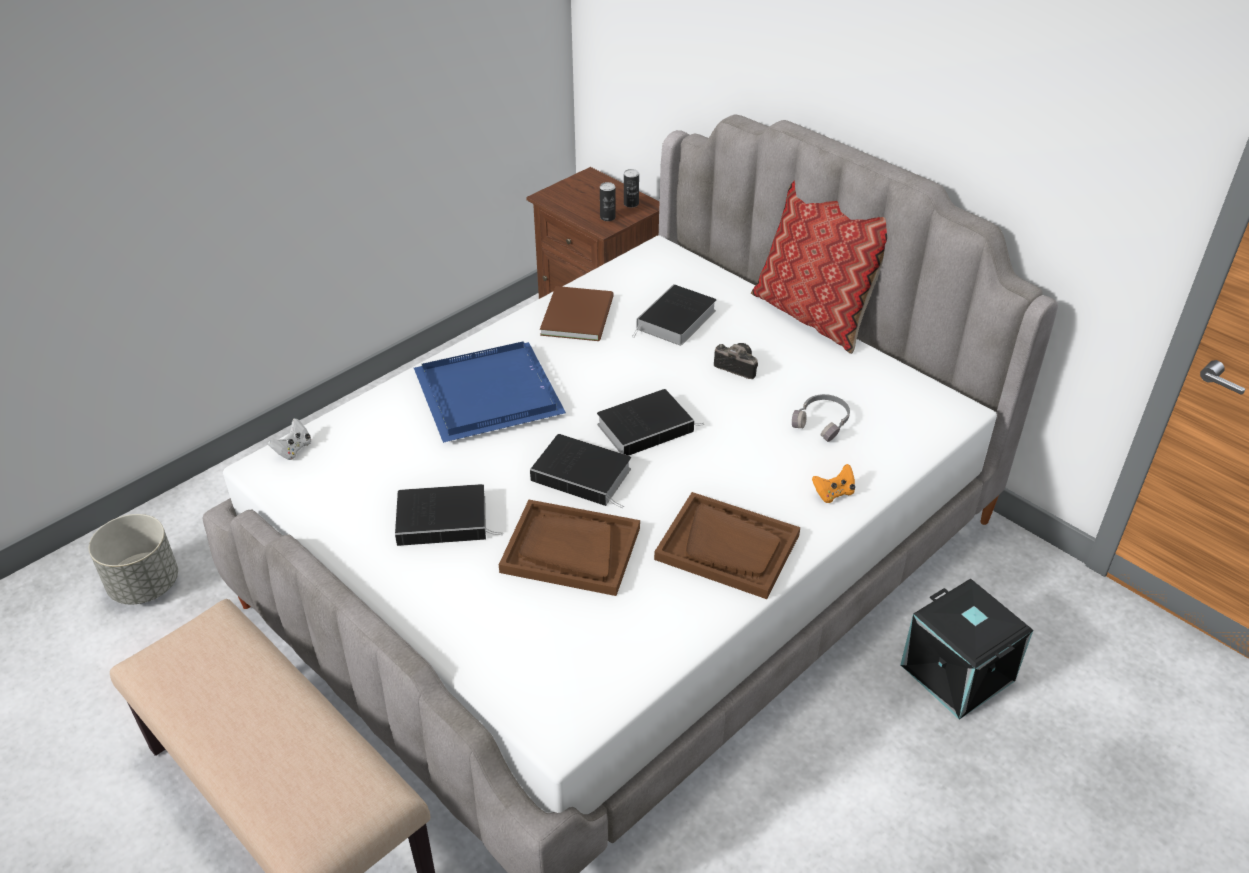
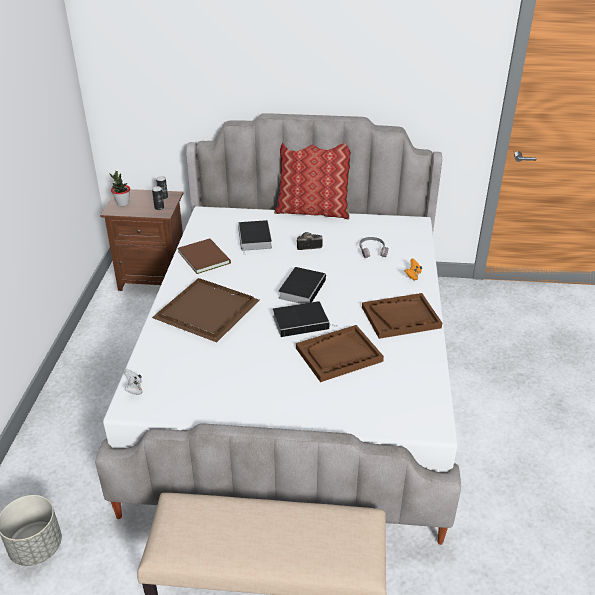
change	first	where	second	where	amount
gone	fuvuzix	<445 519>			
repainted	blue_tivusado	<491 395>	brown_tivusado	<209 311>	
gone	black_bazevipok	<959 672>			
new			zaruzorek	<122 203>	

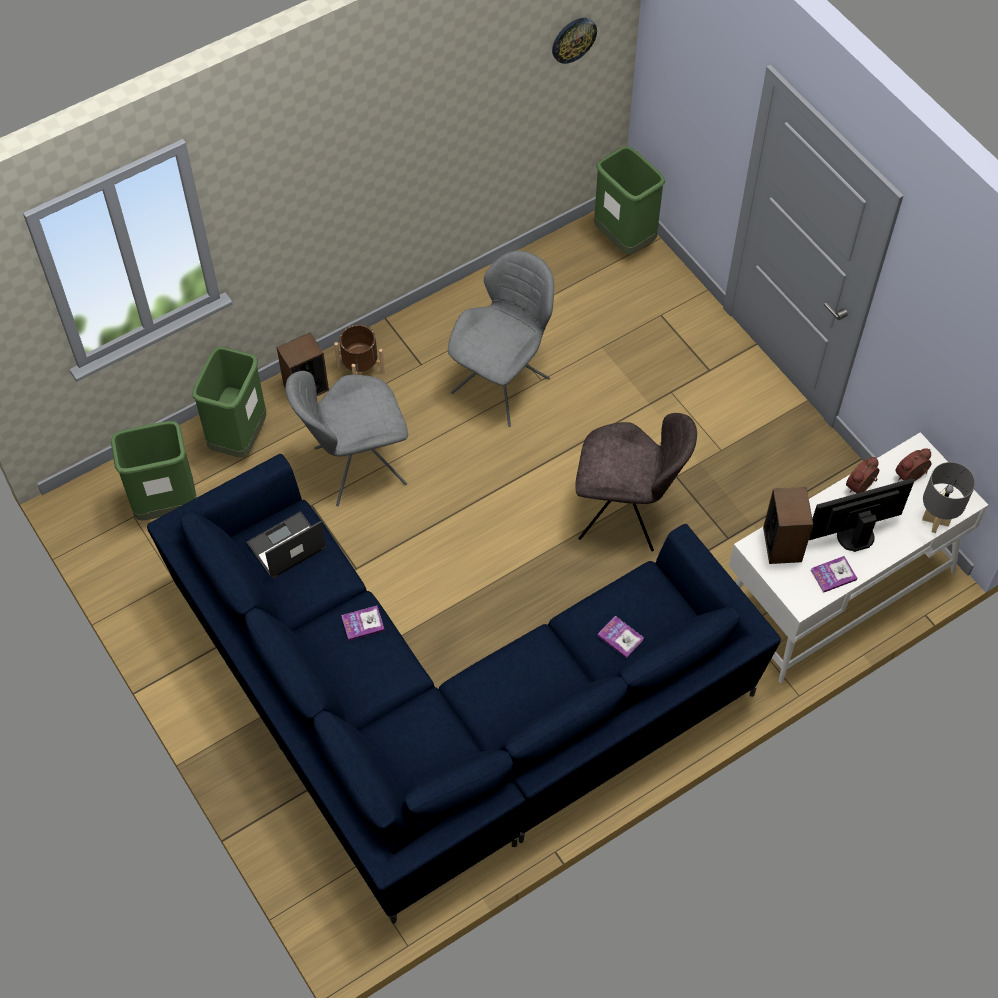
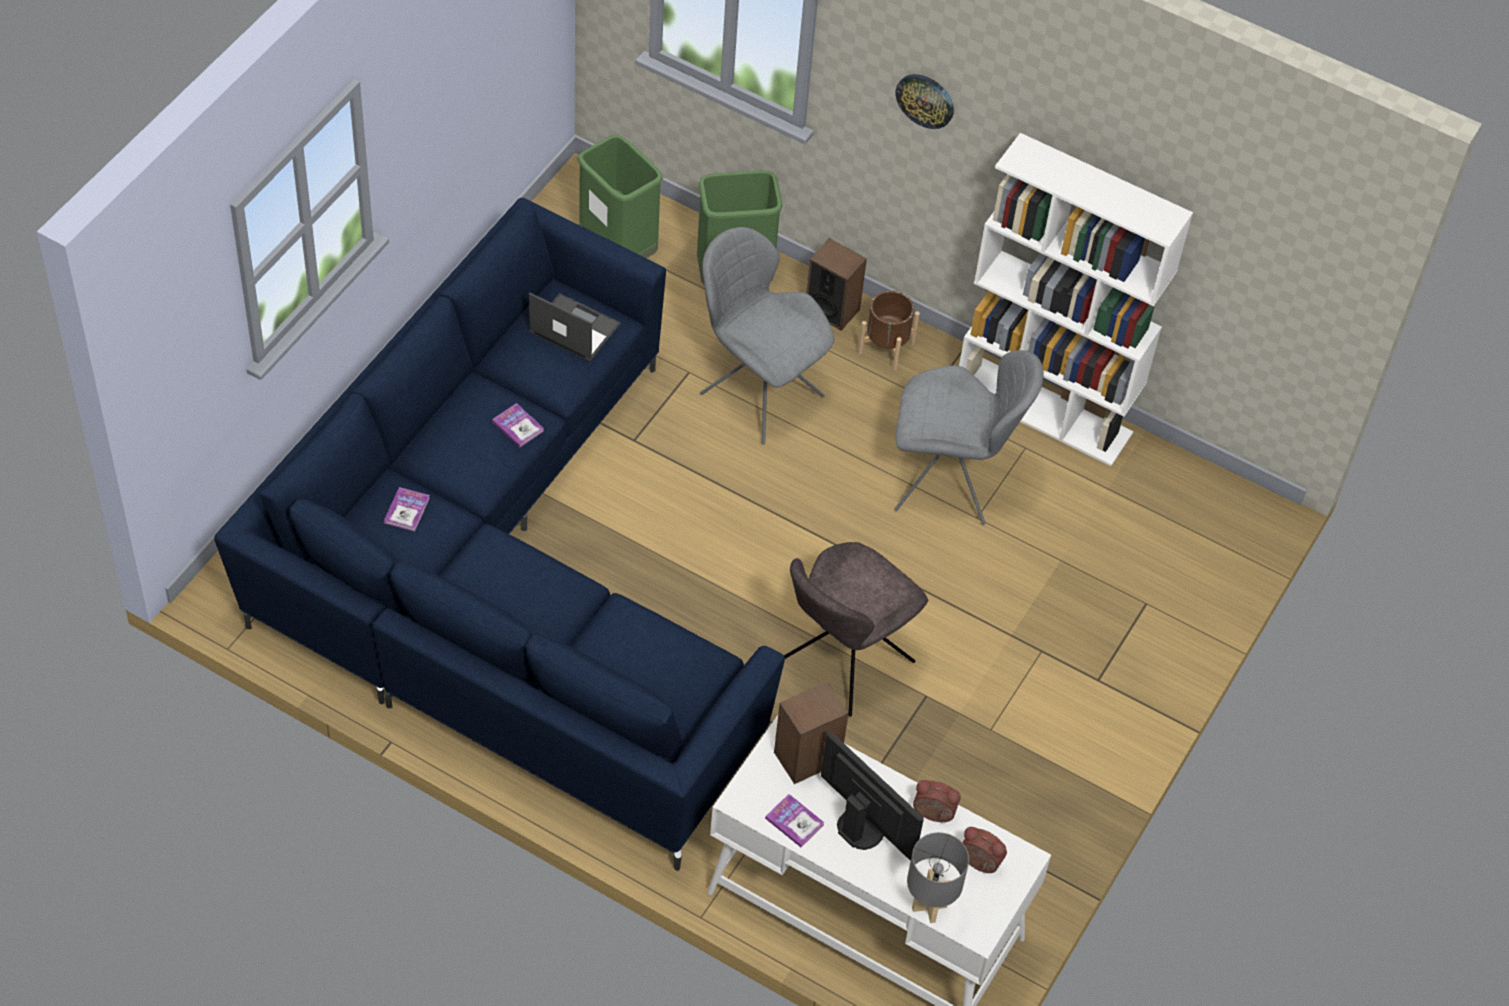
change	first	where	second	where	amount
shifted	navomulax	<573 39>		<925 100>	
rotated	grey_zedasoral	<625 514>		<844 663>	60 degrees clockwise
gone	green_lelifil	<624 239>			
shifted	fuvuzix	<620 637>		<407 510>	
new			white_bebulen	<1044 411>	

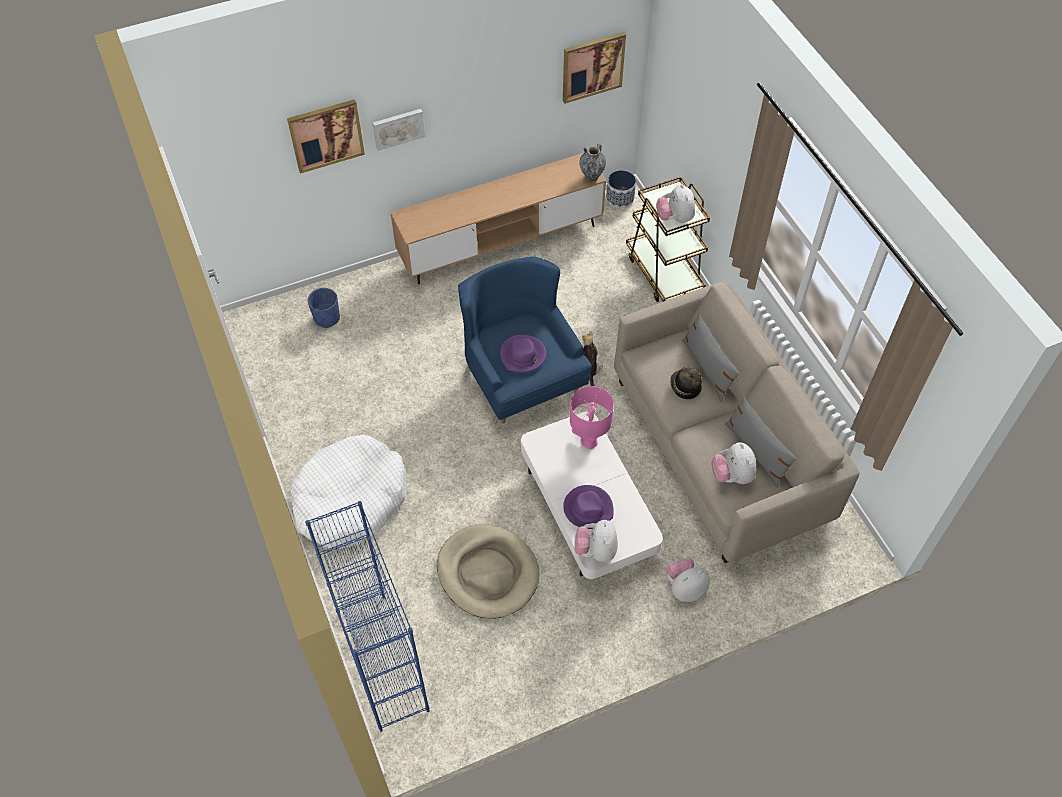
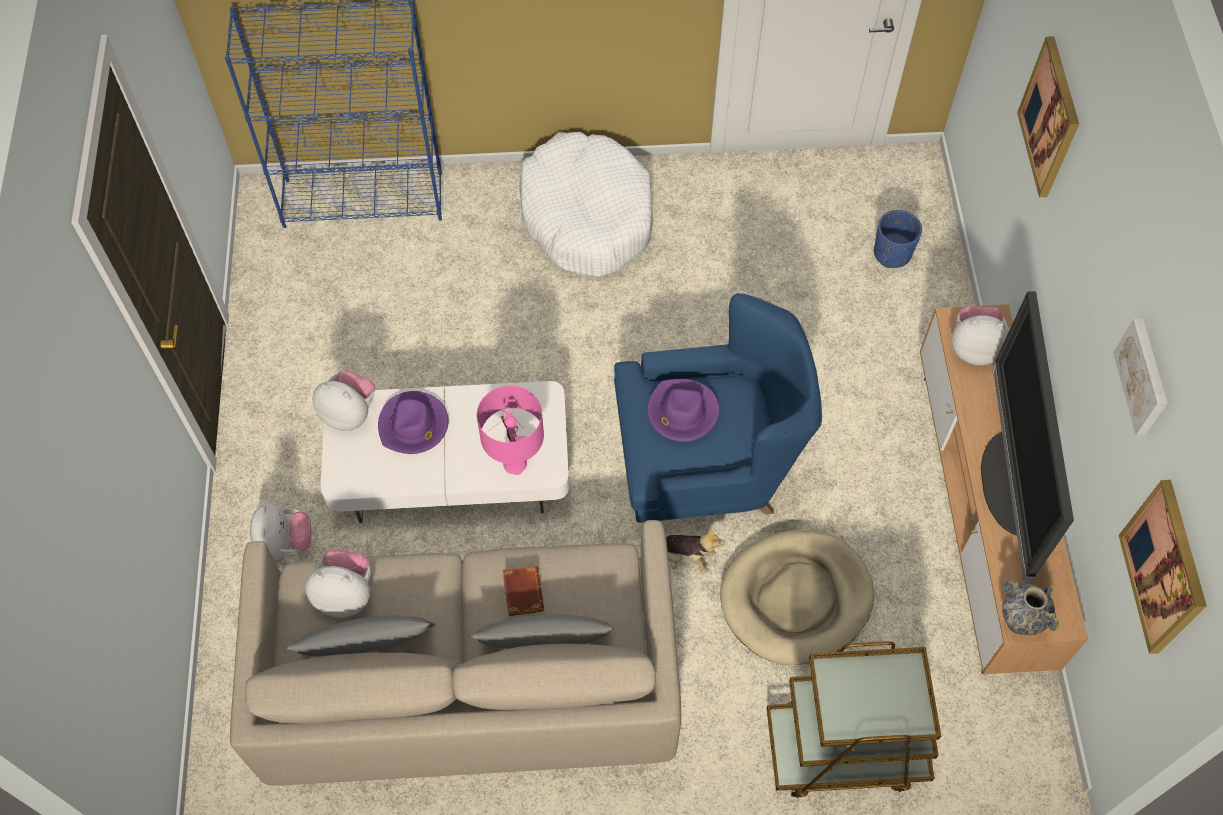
change	first	where	second	where	amount
shifted	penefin	<398 128>		<1144 376>	
shifted	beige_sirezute	<488 573>		<796 599>	
gone	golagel	<620 198>			
shifted	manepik	<675 218>		<974 348>	
swapped	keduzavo	<684 387>	brown_fuvuzix	<521 591>	
new			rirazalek	<1009 483>	

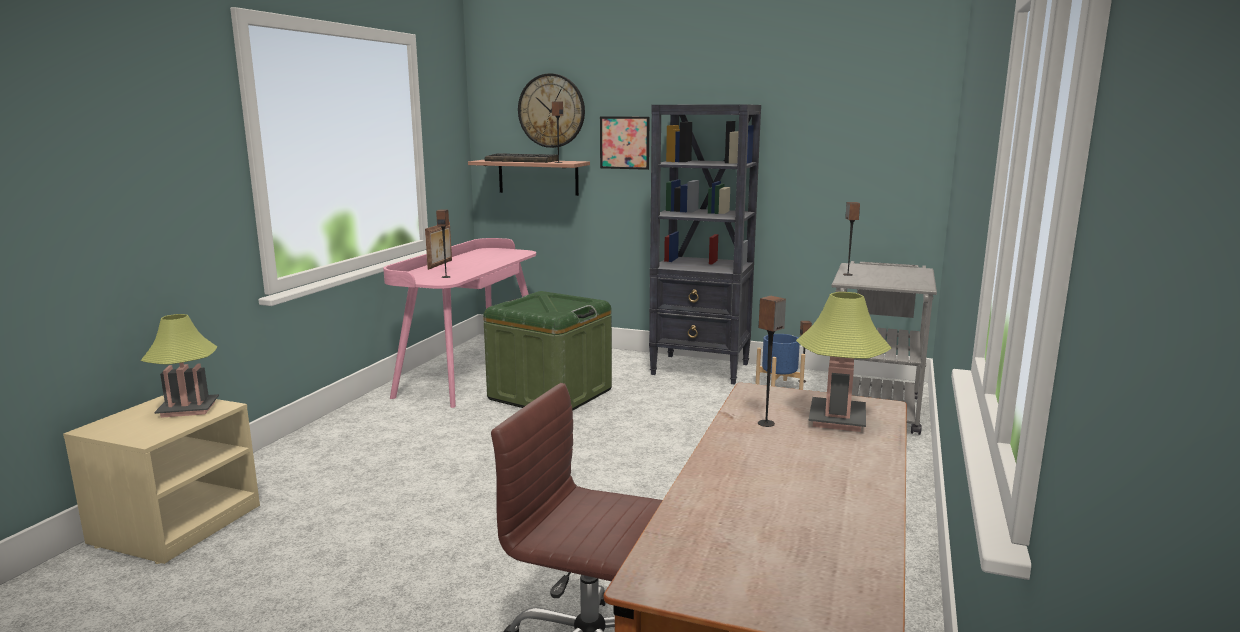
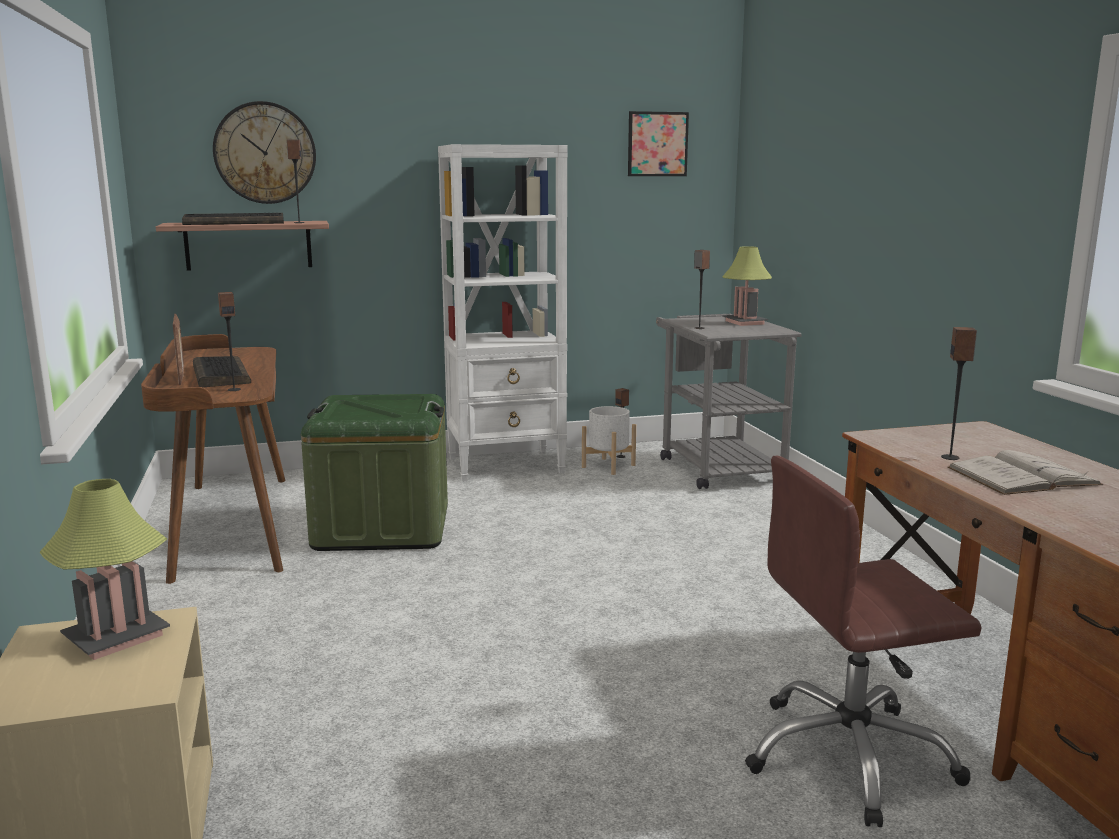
change	first	where	second	where	amount
repainted	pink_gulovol	<471 371>	brown_gulovol	<231 524>	
shifted	penefin	<624 142>		<657 144>	
repainted	black_bebulen	<701 369>	white_bebulen	<507 465>	
repainted	blue_golagel	<778 386>	white_golagel	<608 466>	
shifted	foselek	<837 419>		<744 322>	
new			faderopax	<219 374>	
new			white_fuvuzix	<1022 476>	

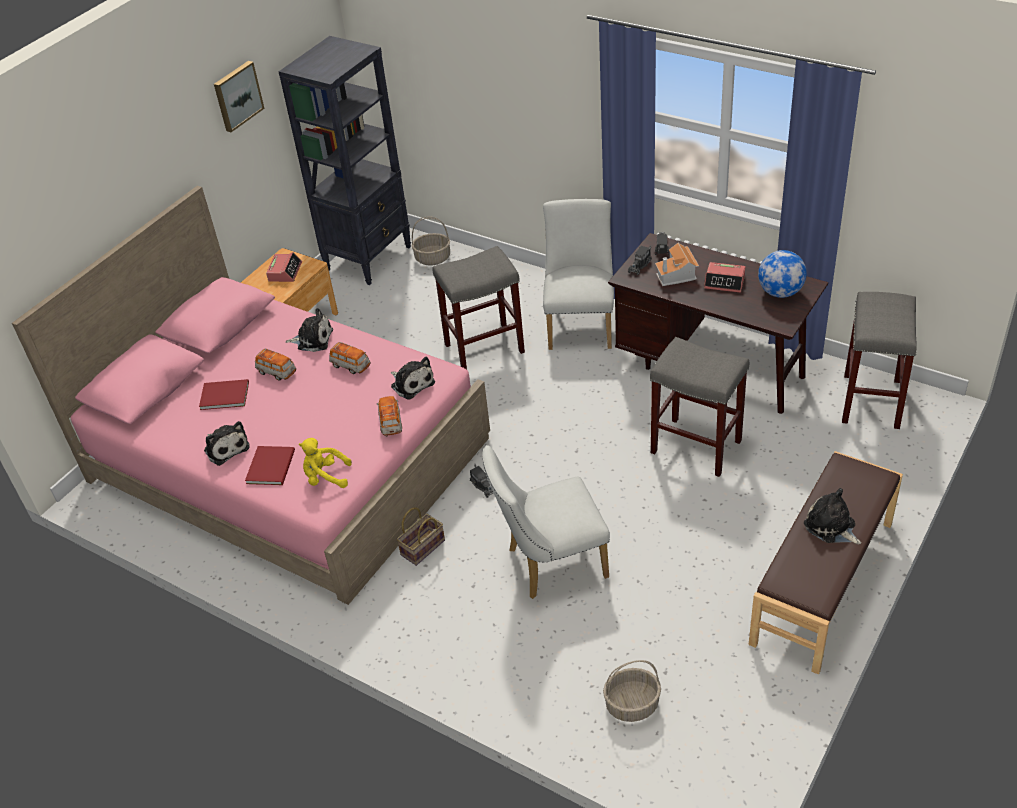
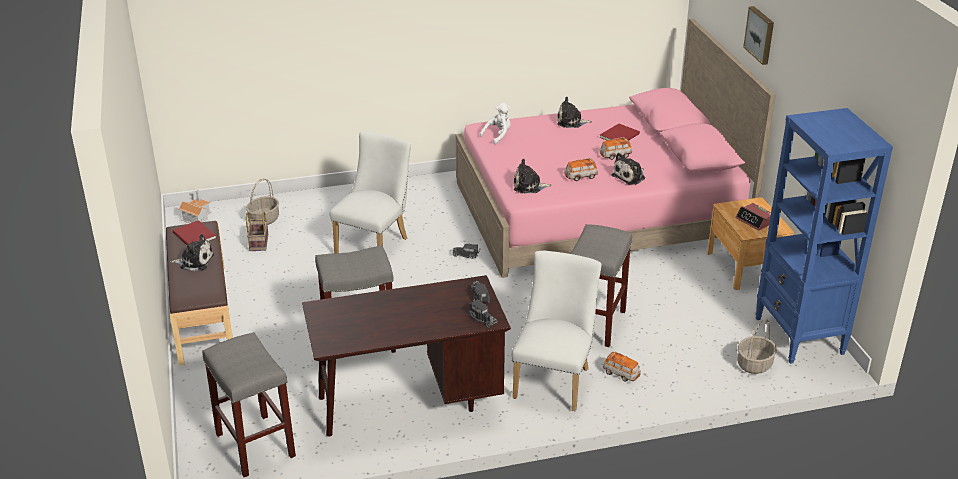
change	first	where	second	where	amount
shifted	penefin	<237 95>		<760 35>	
shifted	red_fuvuzix	<272 465>		<194 236>	
repainted	black_bebulen	<369 258>	blue_bebulen	<799 336>	
repainted	yellow_manepik	<325 477>	white_manepik	<498 136>	
shifted	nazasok	<391 423>		<621 374>	
shifted	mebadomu	<422 549>		<258 242>	
rotated	white_zedasoral	<581 324>		<554 380>	120 degrees counterclockwise
shifted	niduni	<676 275>		<197 217>	
gone	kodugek	<725 282>			
gone	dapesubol	<780 292>			

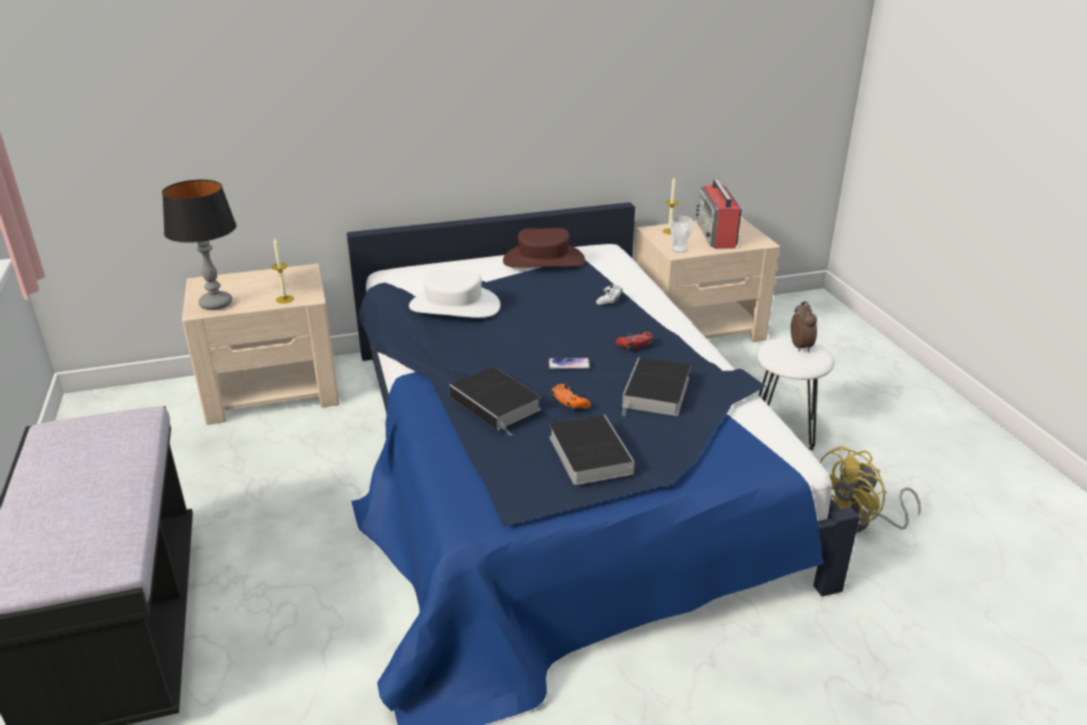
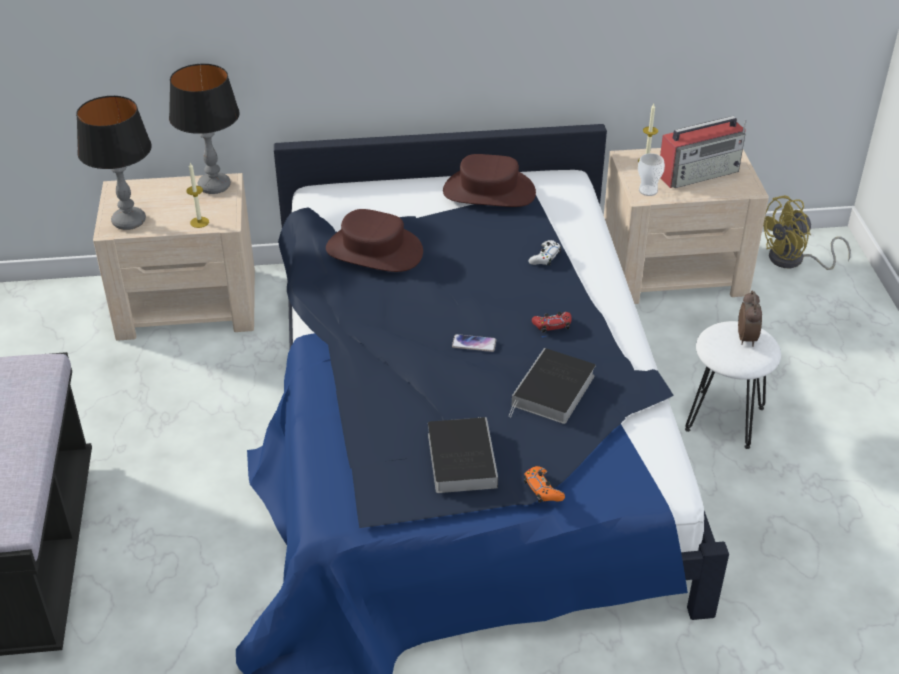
change	first	where	second	where	amount
repainted	white_keduzavo	<454 306>	brown_keduzavo	<374 251>	
gone	fuvuzix	<497 404>			
shifted	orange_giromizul	<569 402>		<543 489>	
rotated	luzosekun	<716 235>		<699 173>	120 degrees counterclockwise
shifted	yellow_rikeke	<857 521>		<794 261>	
new			foselek	<215 186>	

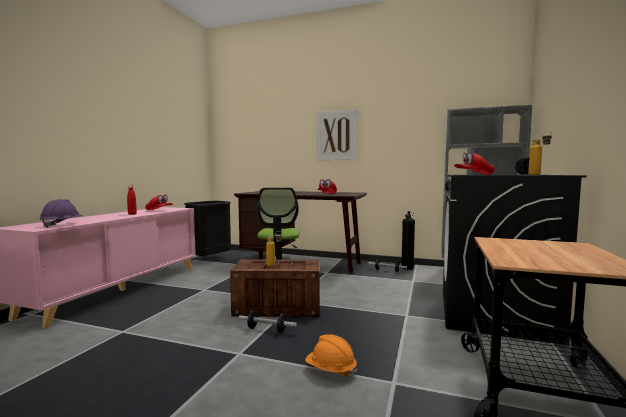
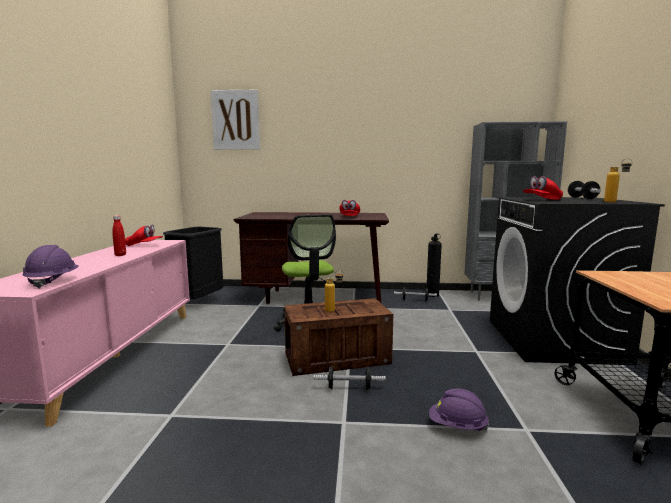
change	first	where	second	where	amount
repainted	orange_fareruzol	<330 370>	purple_fareruzol	<457 426>	
shifted	penefin	<336 135>		<235 120>	

